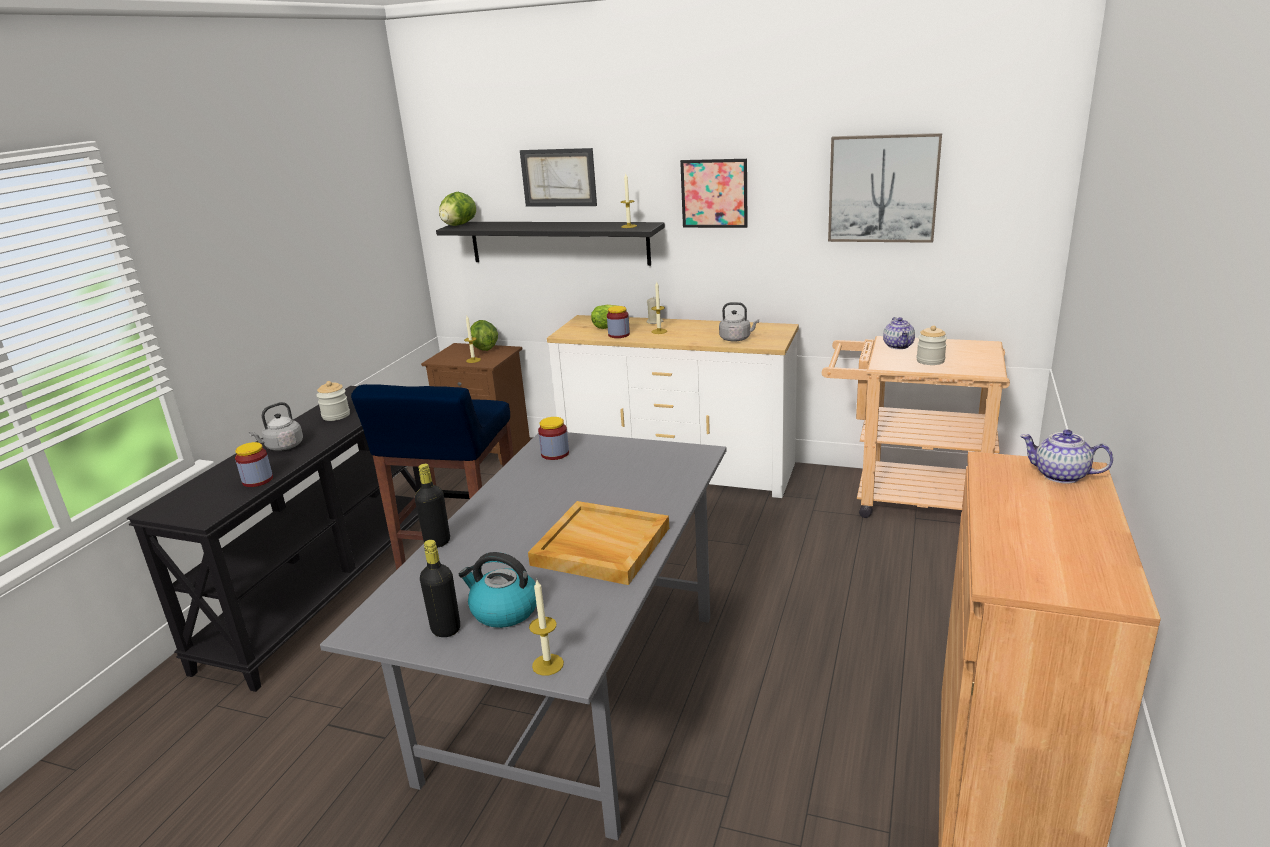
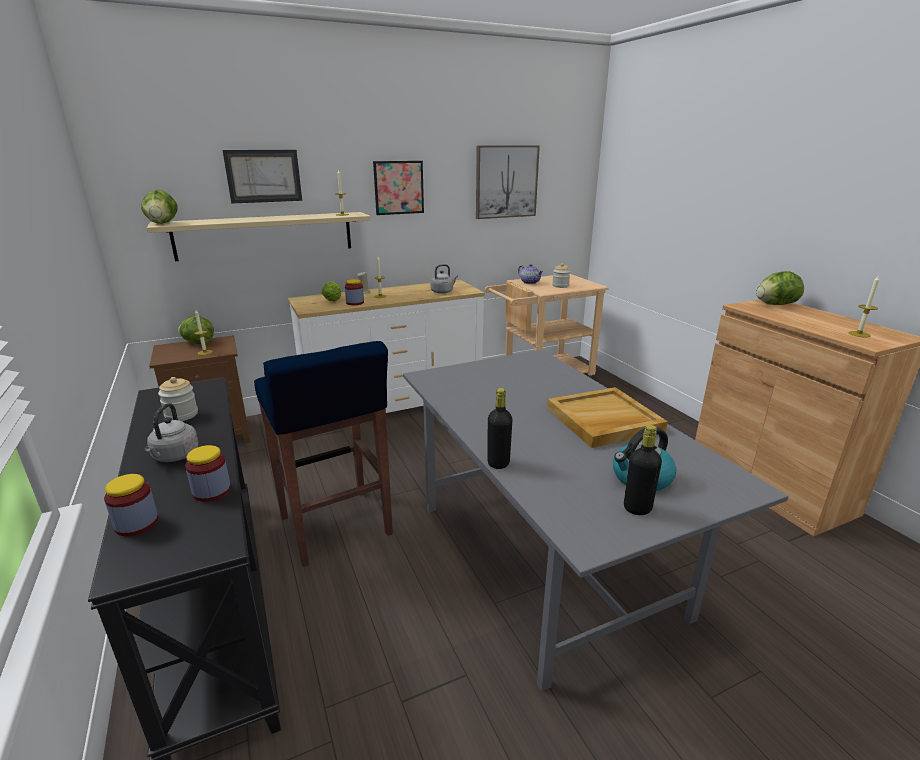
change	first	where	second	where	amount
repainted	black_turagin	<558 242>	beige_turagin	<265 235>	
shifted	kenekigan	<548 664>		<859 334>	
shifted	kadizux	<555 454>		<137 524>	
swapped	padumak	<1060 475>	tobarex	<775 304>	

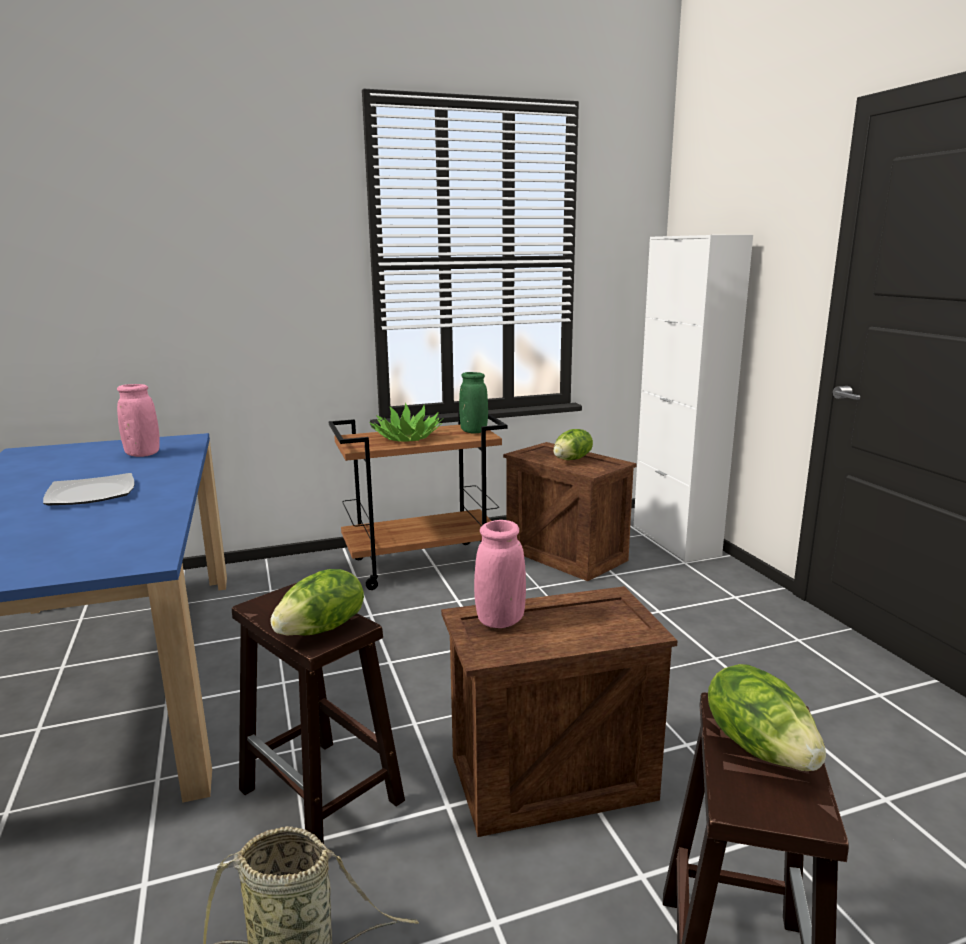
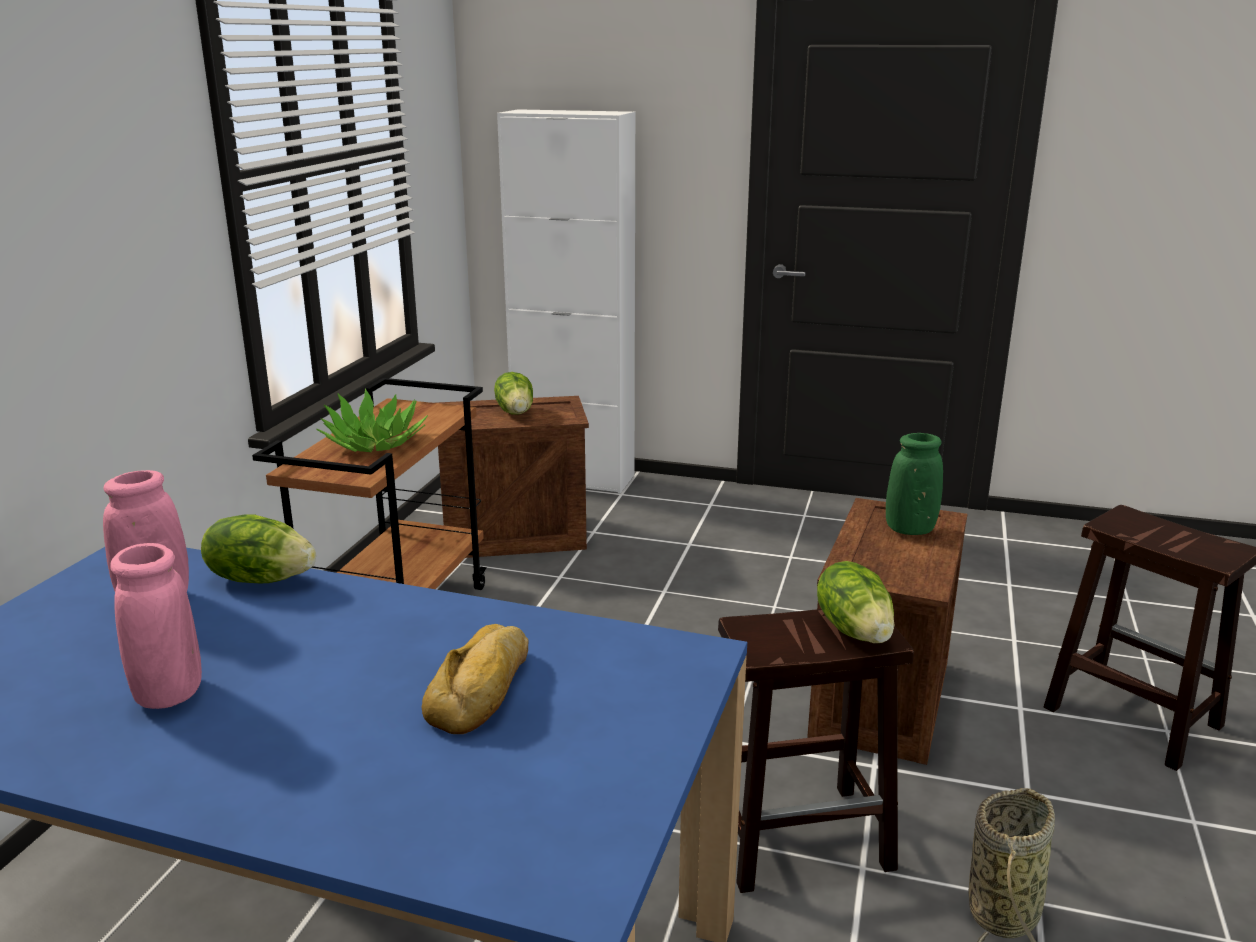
change	first	where	second	where	amount
gone	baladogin	<90 494>			
shifted	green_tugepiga	<473 431>		<910 529>	
shifted	pink_tugepiga	<500 621>		<169 694>	
shifted	tobarex	<760 746>		<261 578>	
new			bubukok	<484 689>	

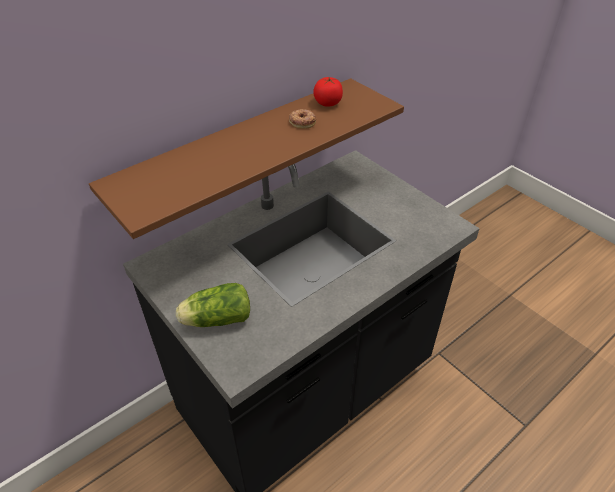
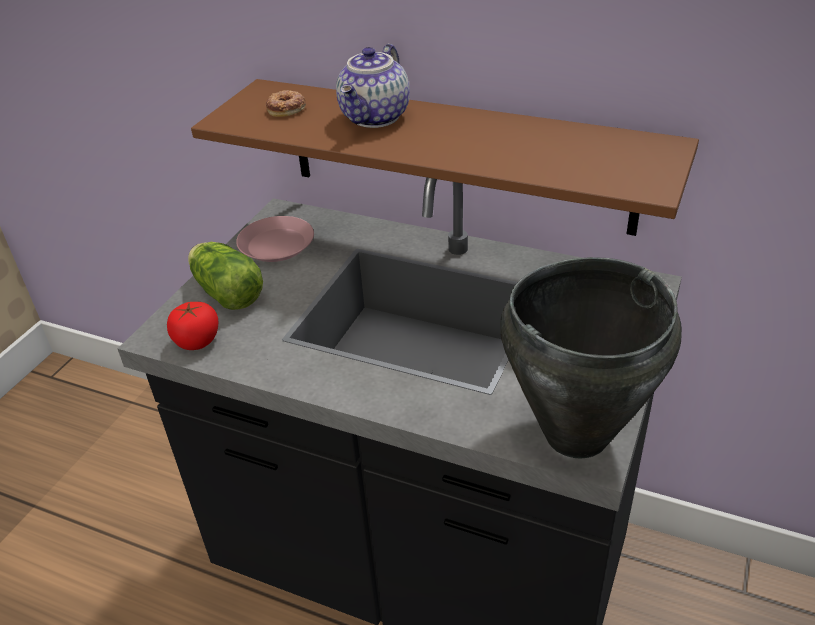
change	first	where	second	where	amount
shifted	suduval	<302 121>		<286 108>	
shifted	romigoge	<328 103>		<197 341>	
new			pink_baladogin	<277 245>	
new			padumak	<376 118>	
new			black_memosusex	<574 434>	

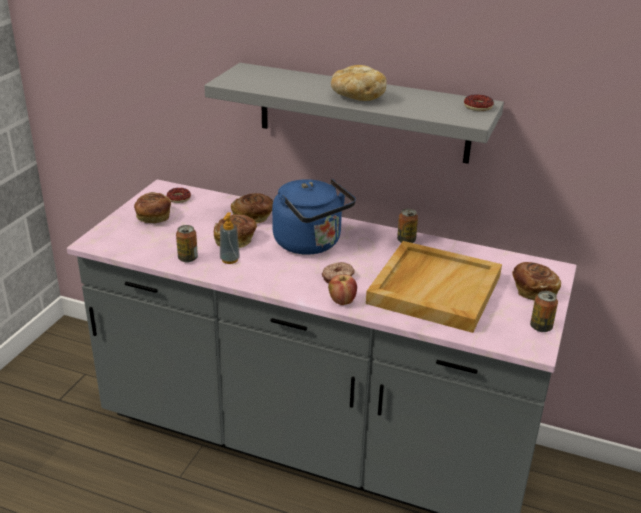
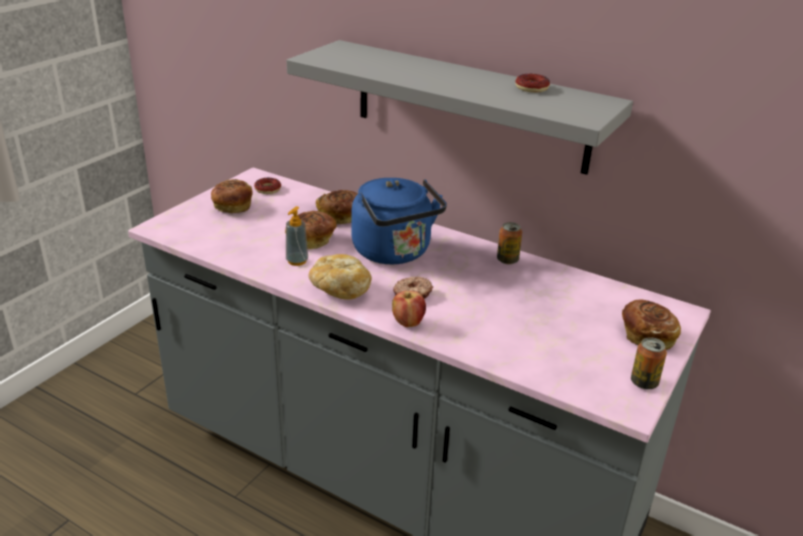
change	first	where	second	where	amount
gone	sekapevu	<188 258>			
shifted	bubukok	<356 97>		<340 289>	
gone	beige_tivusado	<434 289>			
shifted	suduval	<478 107>		<531 88>	

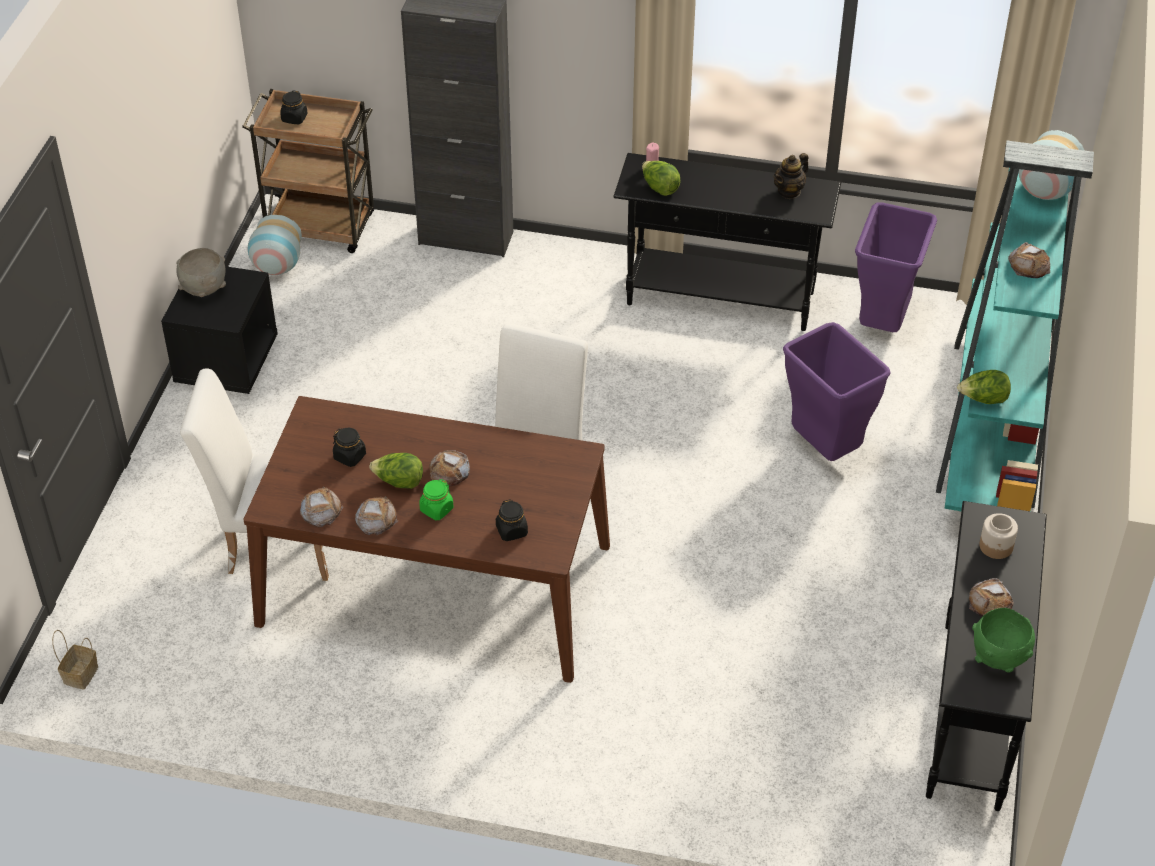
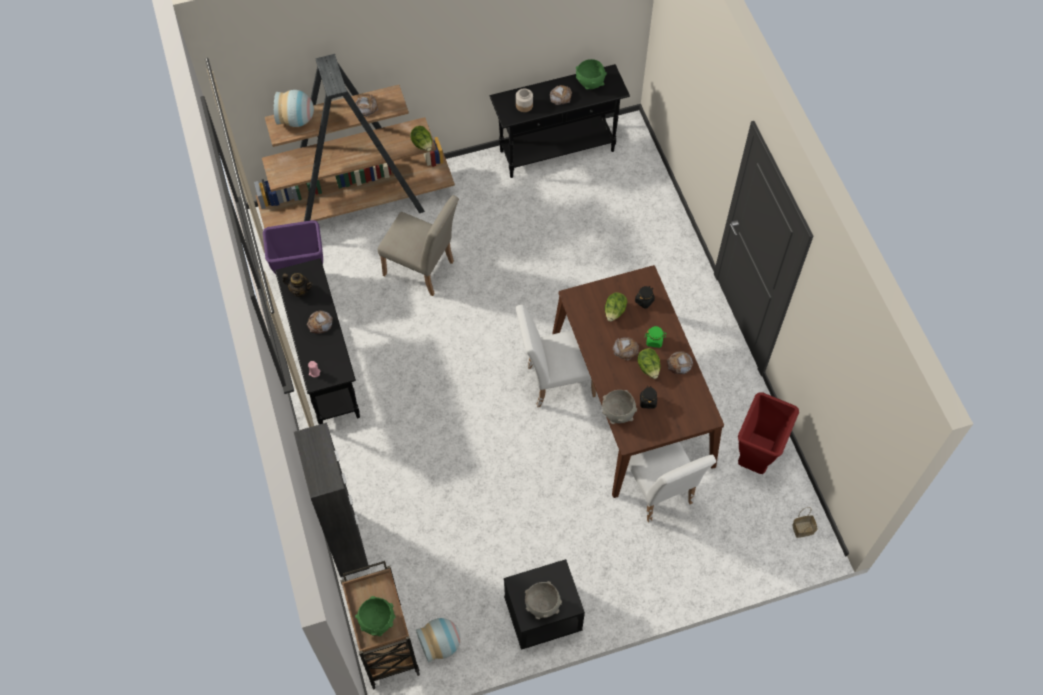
change	first	where	second	where	amount
swapped	black_kadizux	<294 118>	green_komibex	<377 621>	
shifted	bubukok	<321 510>		<320 323>	
shifted	tobarex	<659 188>		<614 312>	
swapped	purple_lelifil	<823 450>	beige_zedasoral	<423 271>	
repainted	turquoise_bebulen	<993 425>	brown_bebulen	<358 205>	
new			grey_komibex	<617 414>	
new			red_lelifil	<755 459>	

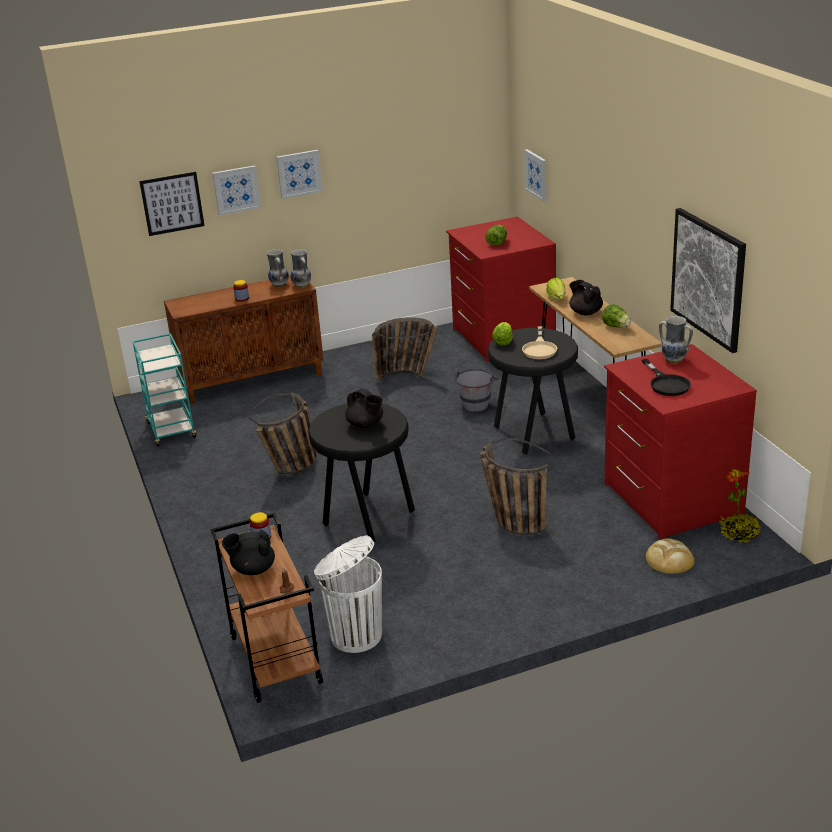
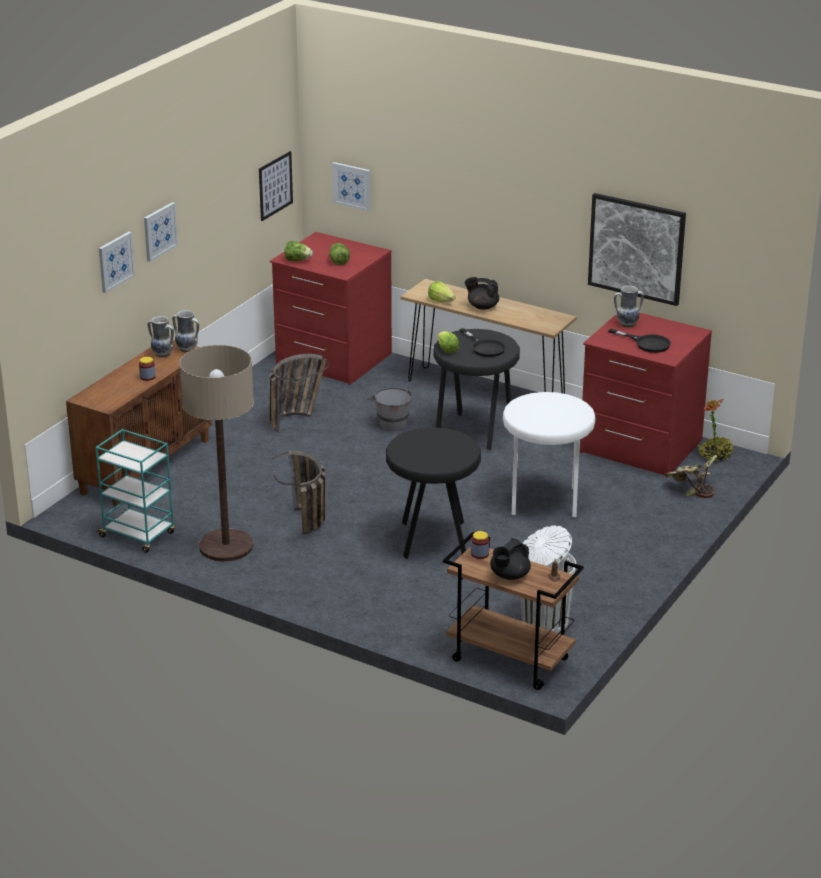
change	first	where	second	where	amount
shifted	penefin	<172 203>		<275 185>	
gone	black_padumak	<365 424>			
swapped	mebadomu	<510 520>	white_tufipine	<545 502>	
repainted	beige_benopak	<539 348>	black_benopak	<485 347>	
shifted	tobarex	<616 326>		<297 260>	
swapped	bubukok	<669 559>	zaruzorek	<691 488>	
new			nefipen	<226 546>	

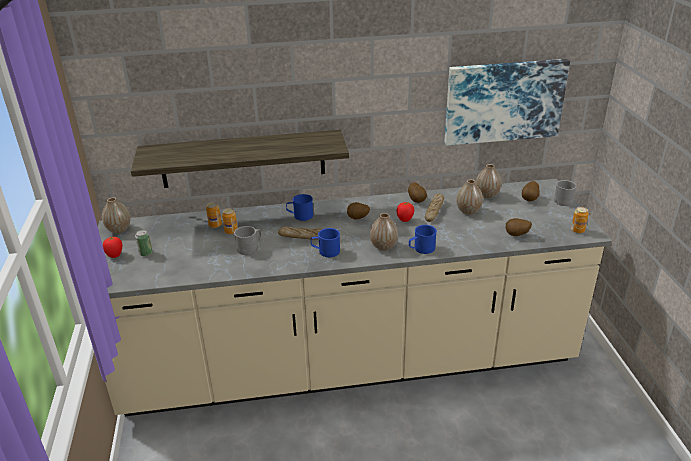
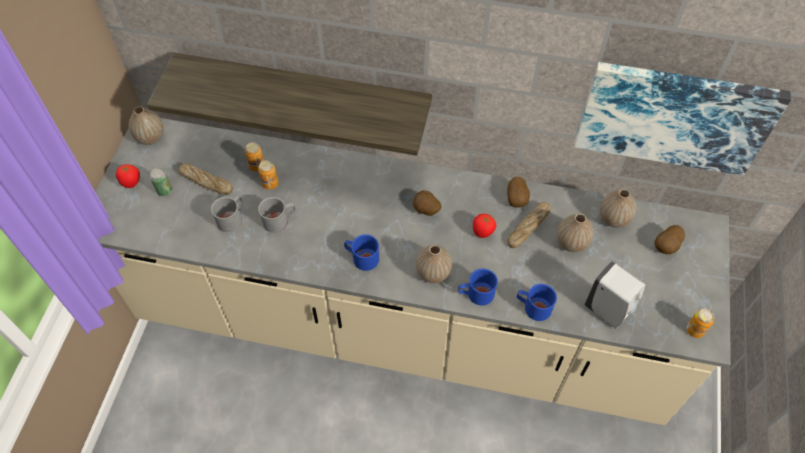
change	first	where	second	where	amount
shifted	bubukok	<303 237>		<206 182>	
shifted	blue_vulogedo	<300 215>		<533 307>	
swapped	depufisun	<516 235>	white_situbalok	<608 311>	
shifted	grey_vulogedo	<563 199>		<232 218>	

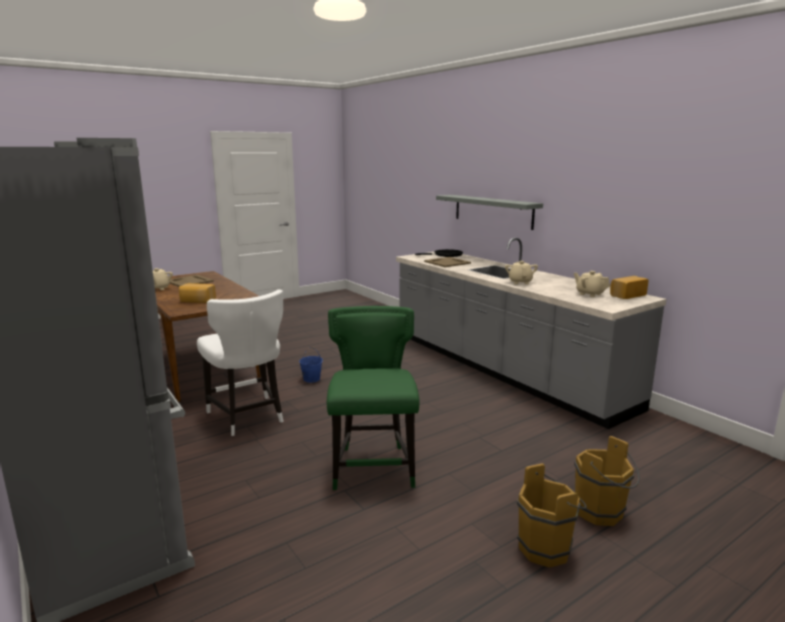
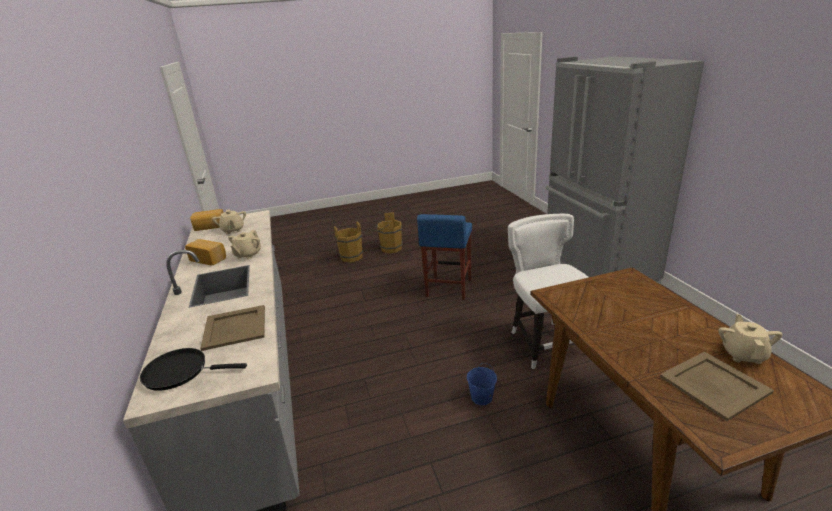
change	first	where	second	where	amount
shifted	bubukok	<197 301>		<209 259>	
swapped	green_zedasoral	<373 466>	blue_tufipine	<448 288>	
gone	grey_turagin	<492 211>			

